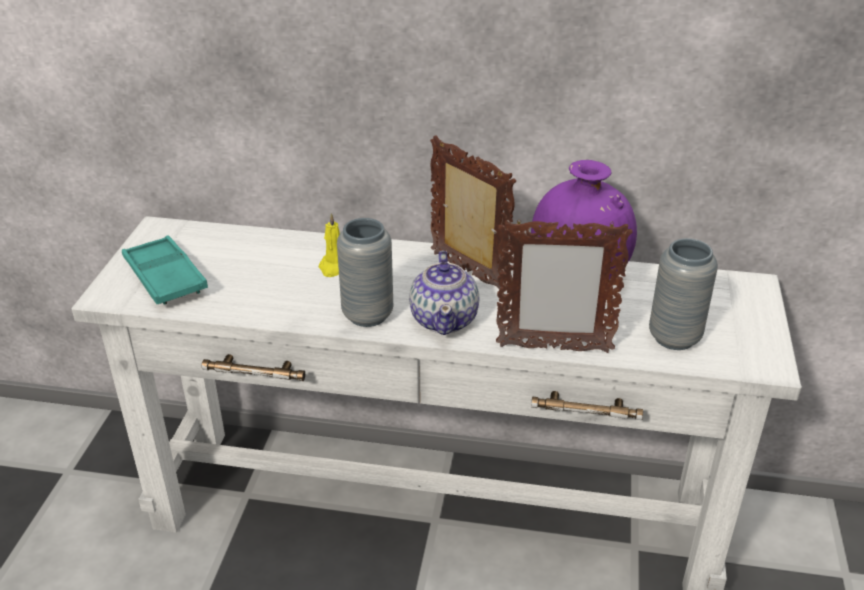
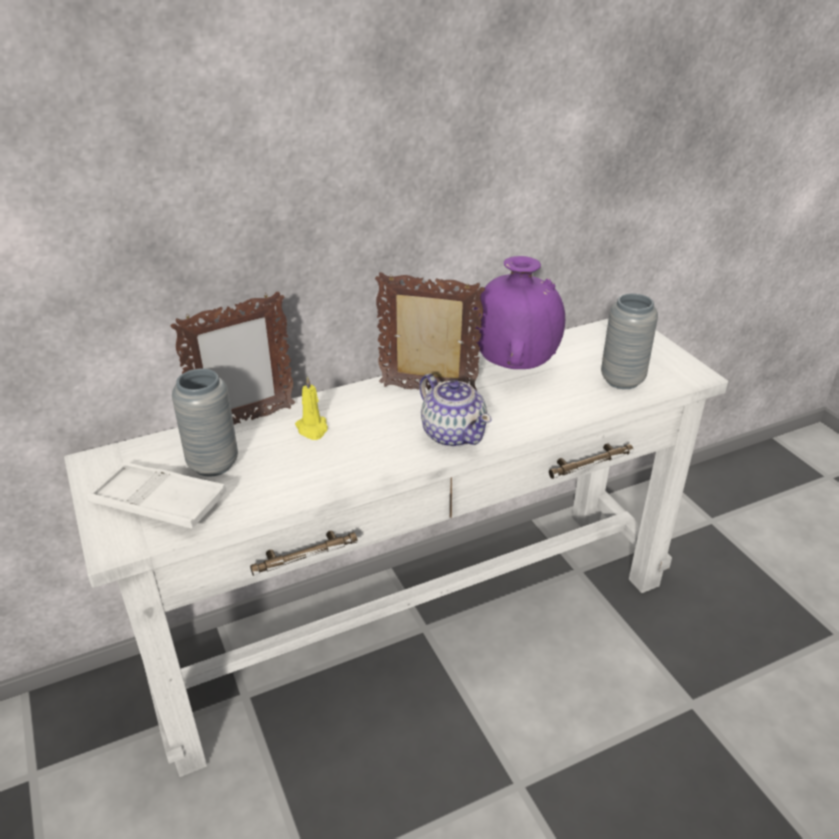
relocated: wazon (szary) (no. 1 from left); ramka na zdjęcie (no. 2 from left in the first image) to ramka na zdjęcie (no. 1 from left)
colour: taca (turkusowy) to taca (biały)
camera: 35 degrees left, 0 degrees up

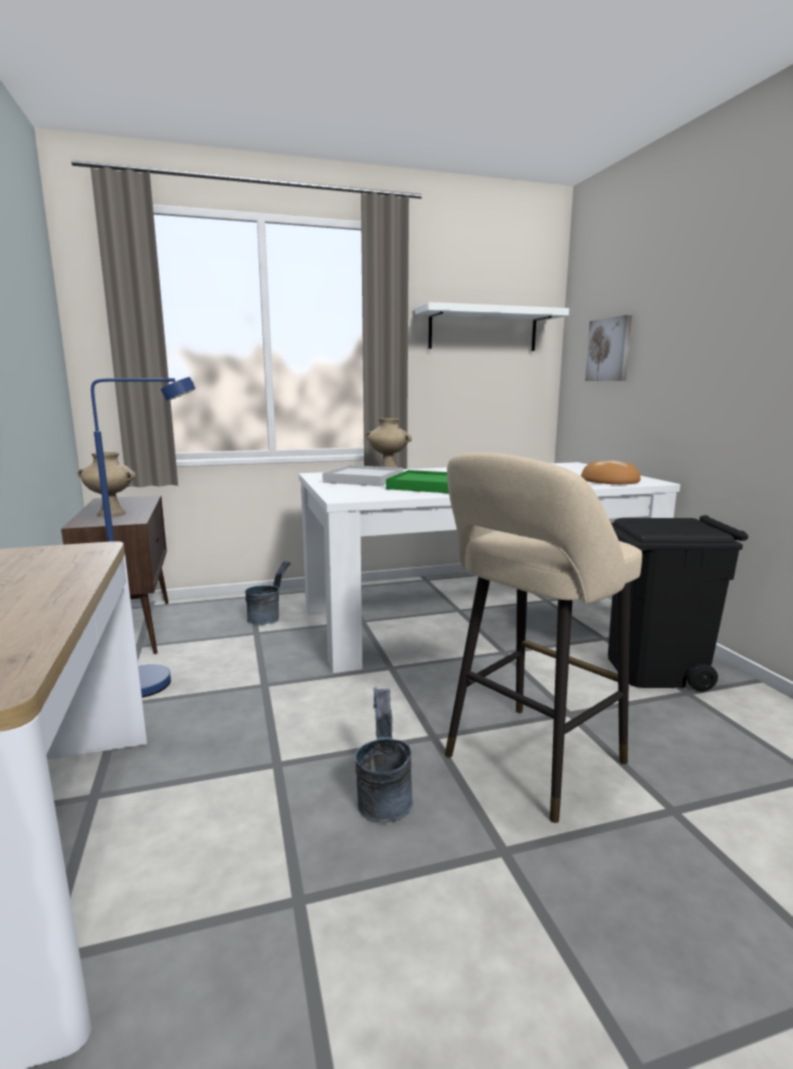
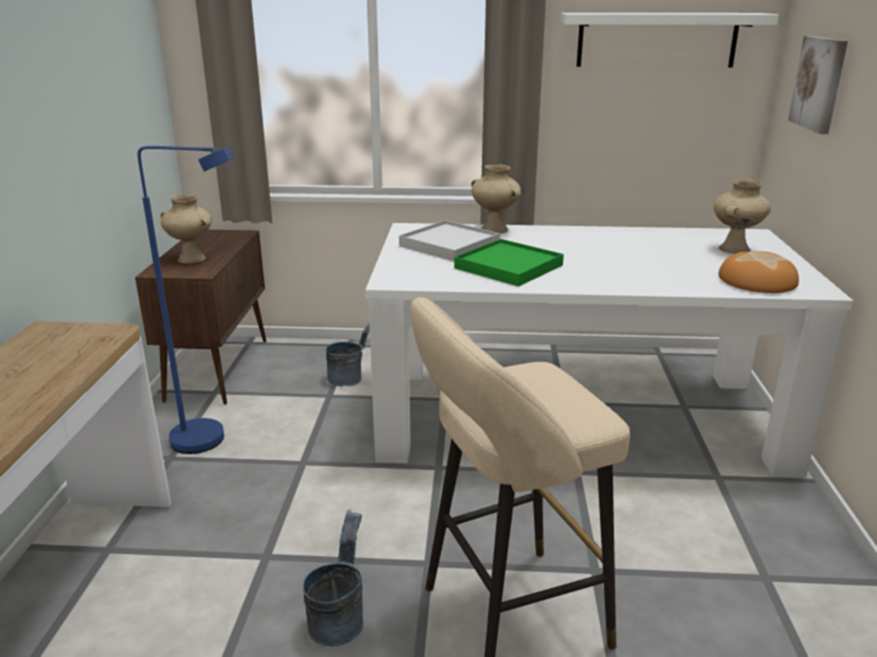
missing: kosz na śmieci (czarny)
appeared: wazon (beżowy) (no. 3 from left)
camera: 20 degrees right, 10 degrees up

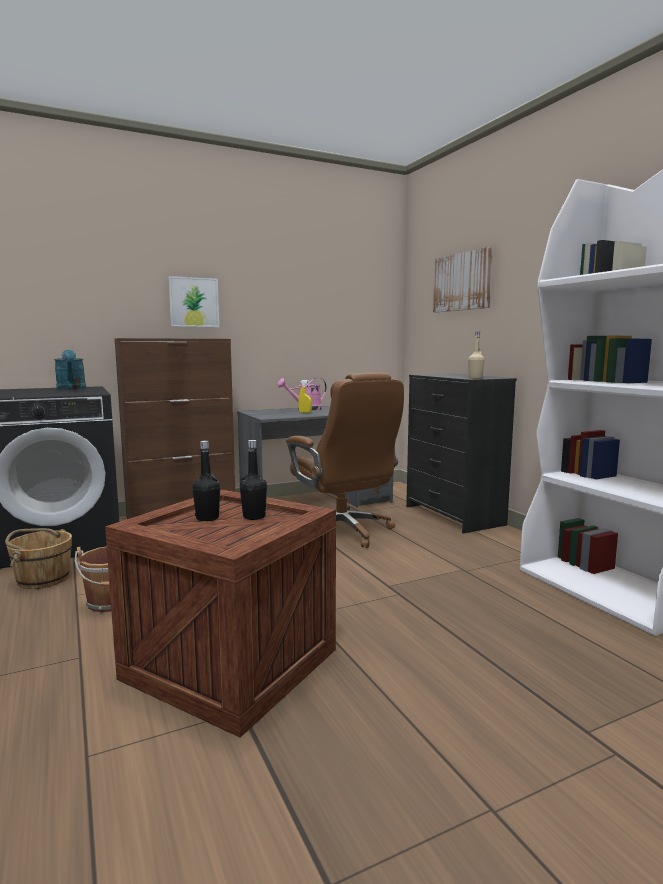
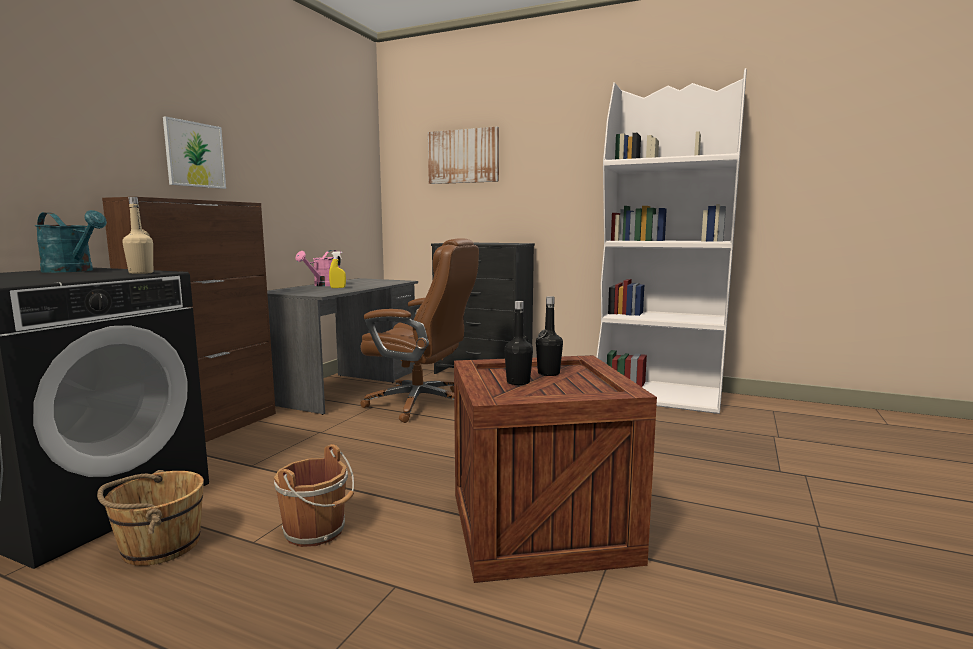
relocated: butelka (beżowy)
camera: 40 degrees left, 0 degrees up

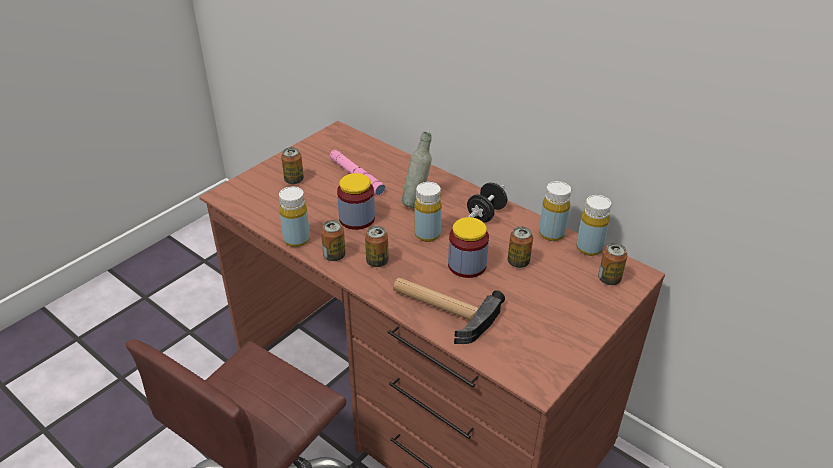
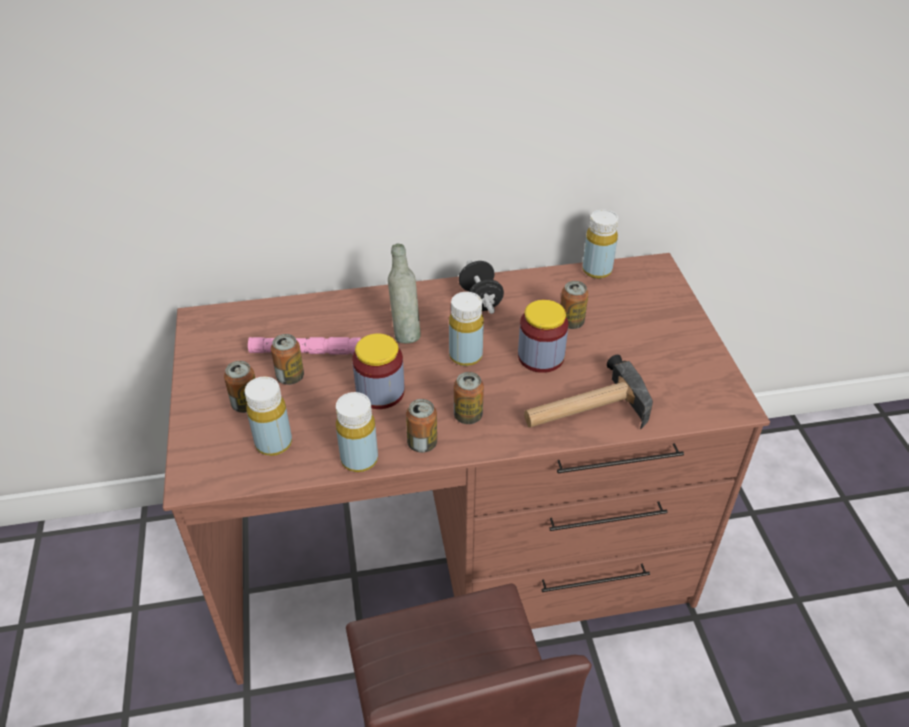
relocated: butelka (żółty) (no. 3 from left in the first image) to butelka (żółty) (no. 1 from left); puszka (no. 5 from left in the first image) to puszka (no. 2 from left)
camera: 50 degrees left, 5 degrees up

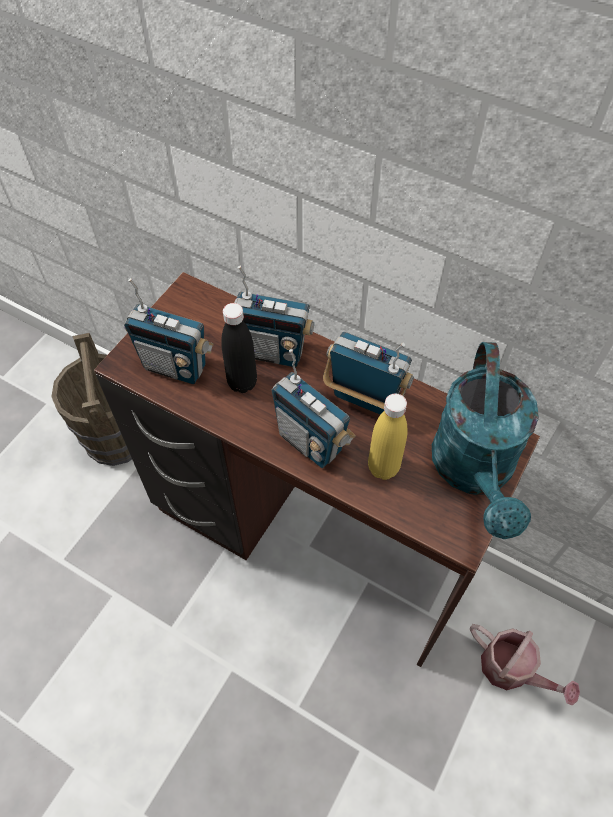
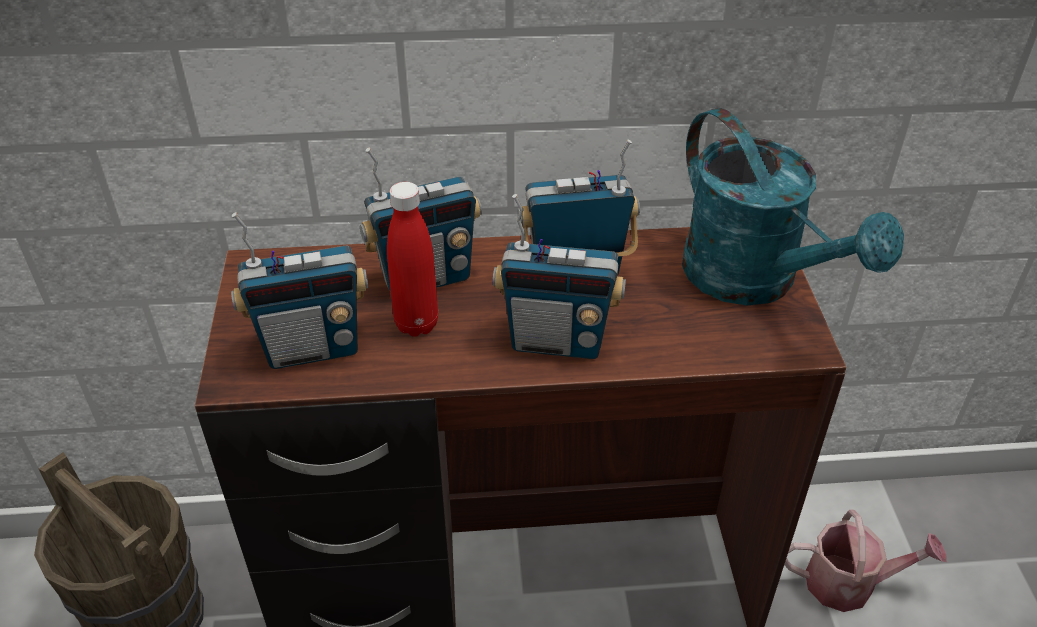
missing: butelka (żółty)
colour: butelka (czarny) to butelka (czerwony)
camera: 35 degrees left, 15 degrees down

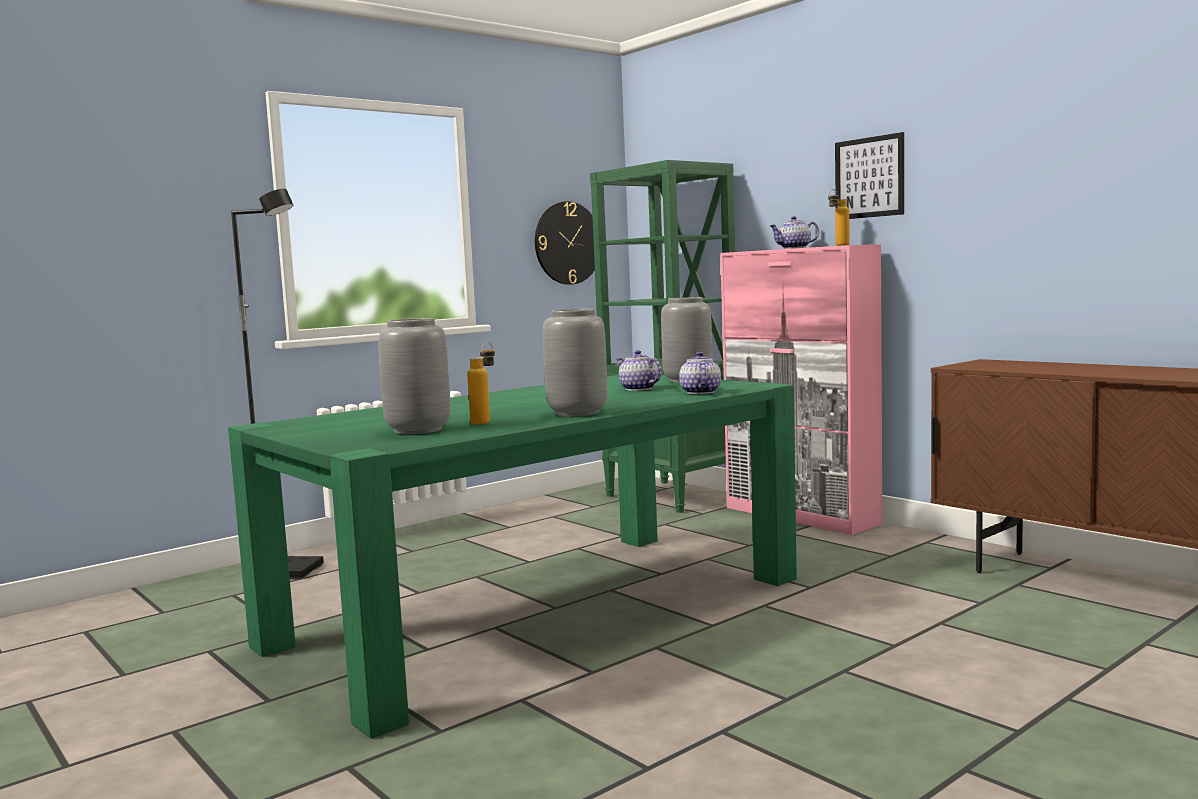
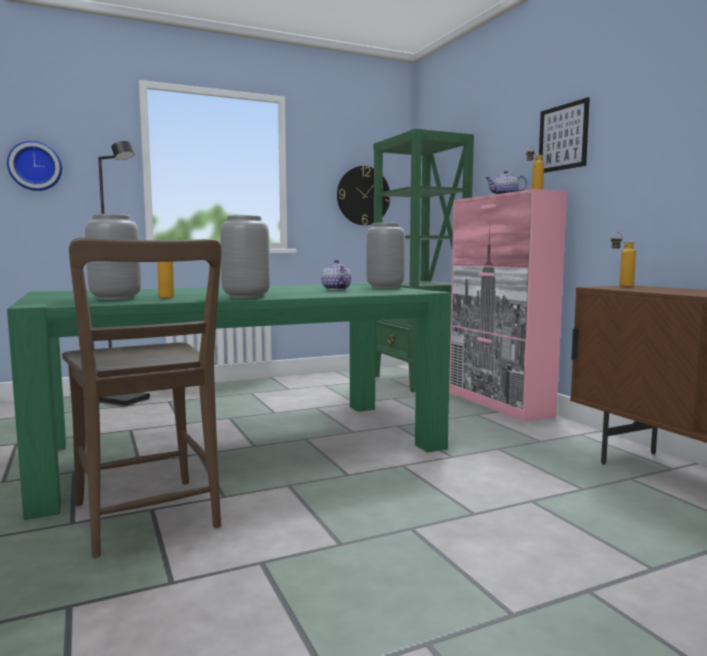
missing: imbryk (no. 2 from left)
appeared: zegar ścienny (no. 1 from left); krzesło (brązowy); butelka (no. 3 from left)
camera: 15 degrees right, 0 degrees up

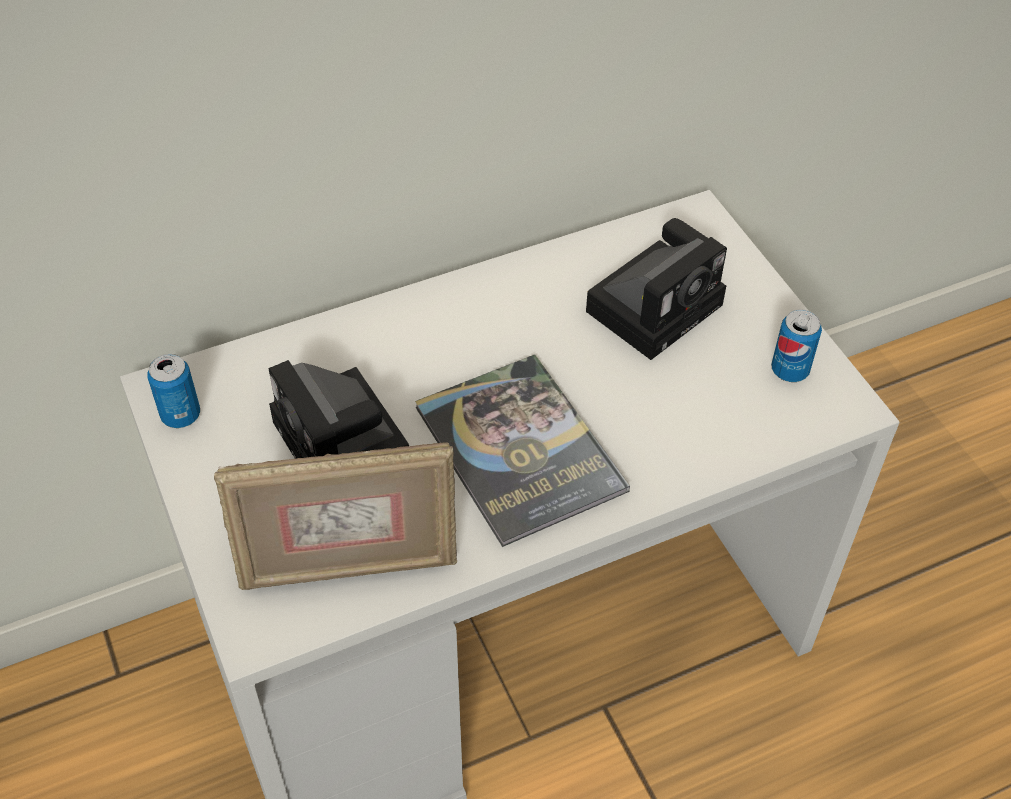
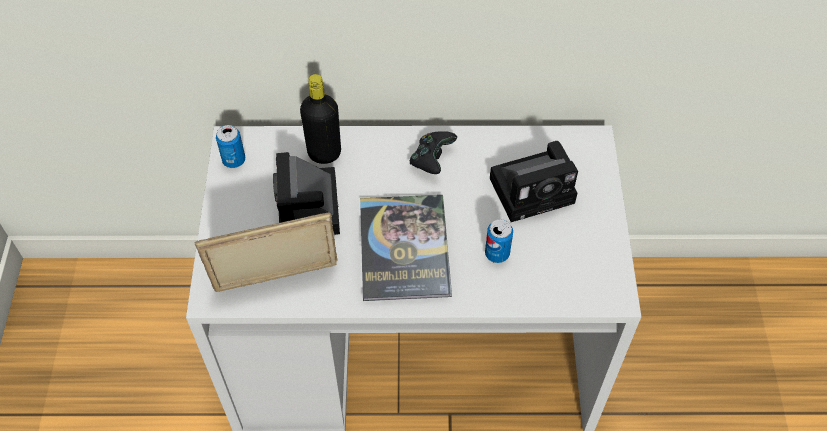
appeared: butelka (czarny); pad do gier (czarny)
relocated: puszka (no. 2 from left)
spun: ramka na zdjęcie 150 degrees clockwise
camera: 25 degrees right, 5 degrees up

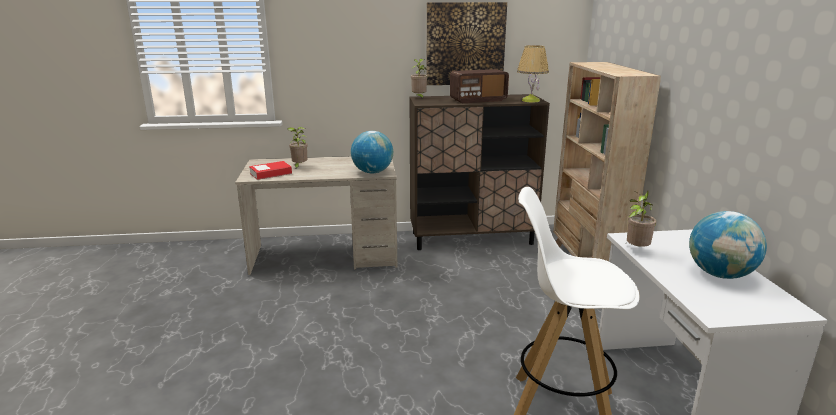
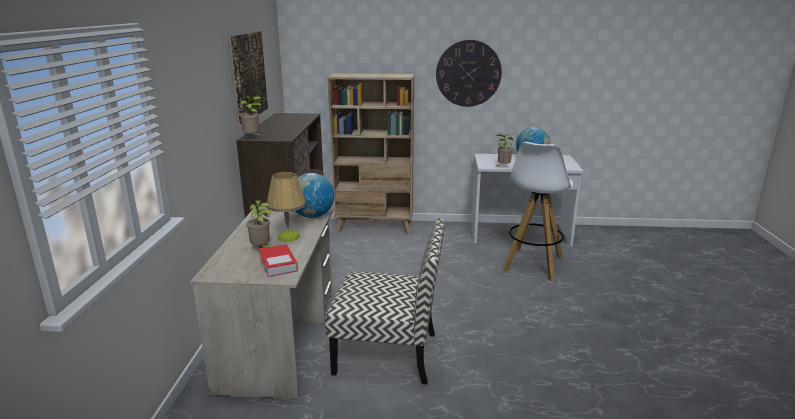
missing: radio
appeared: krzesło; zegar ścienny
relocated: lampa stołowa
camera: 80 degrees left, 0 degrees up

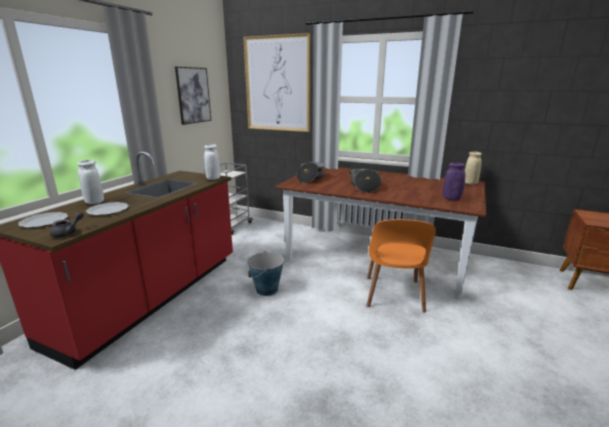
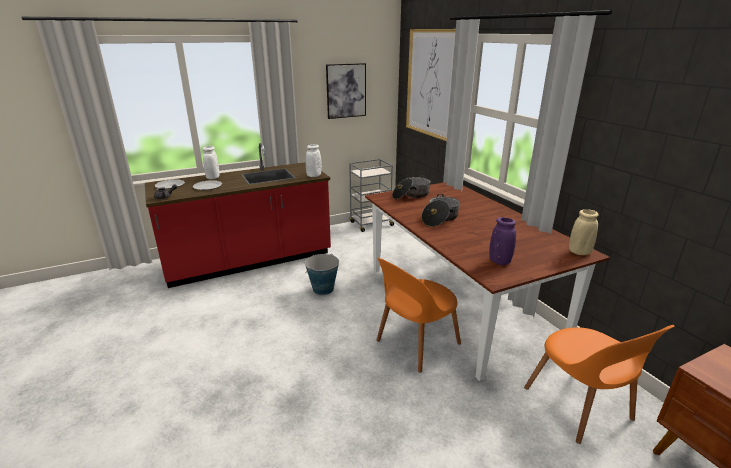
appeared: krzesło (pomarańczowy) (no. 2 from left)
camera: 40 degrees right, 5 degrees up

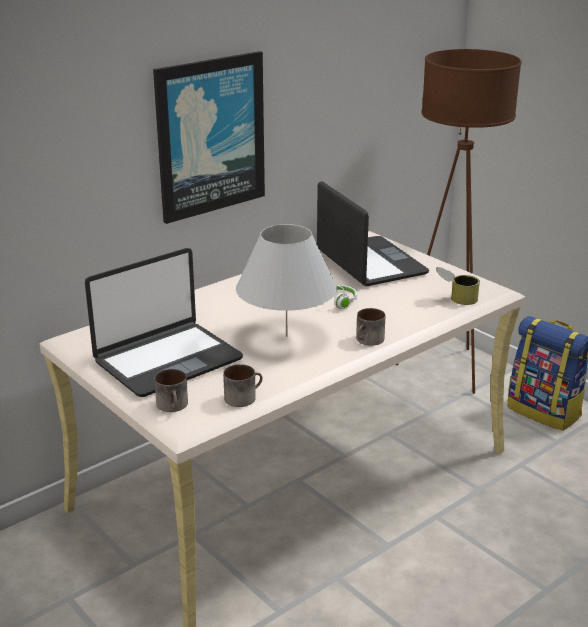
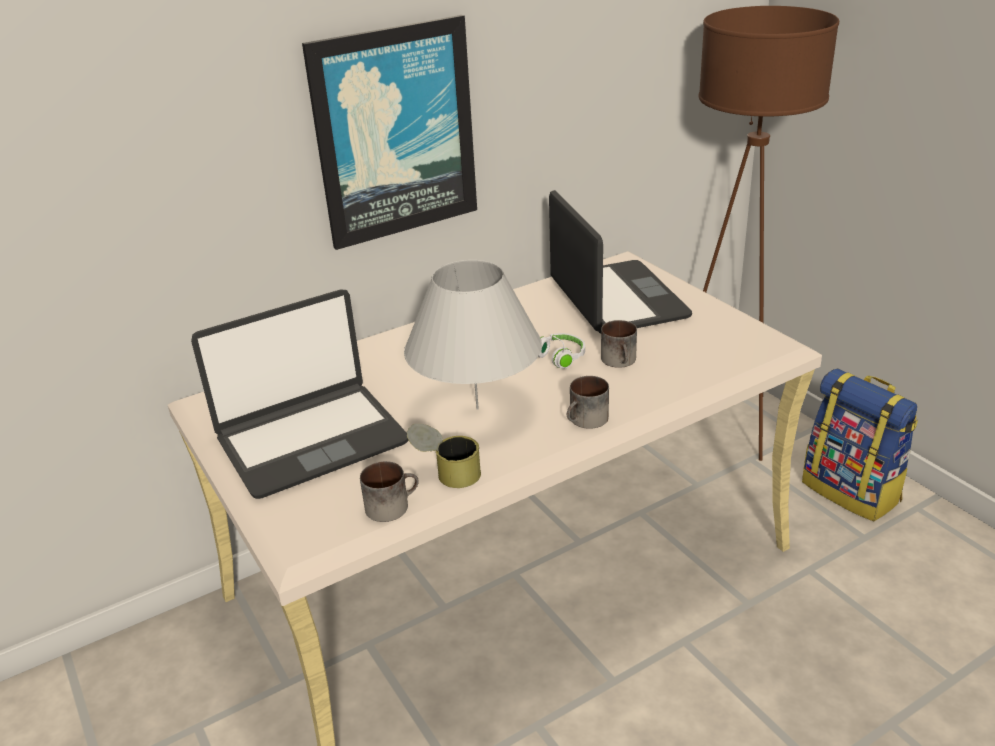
relocated: kubek (no. 1 from left in the first image) to kubek (no. 3 from left); puszka
camera: 10 degrees right, 5 degrees up

